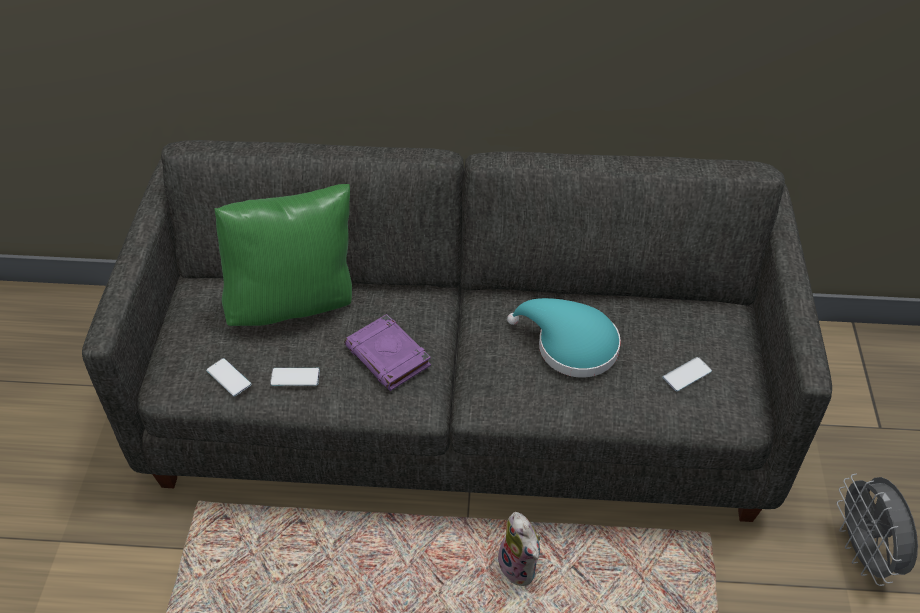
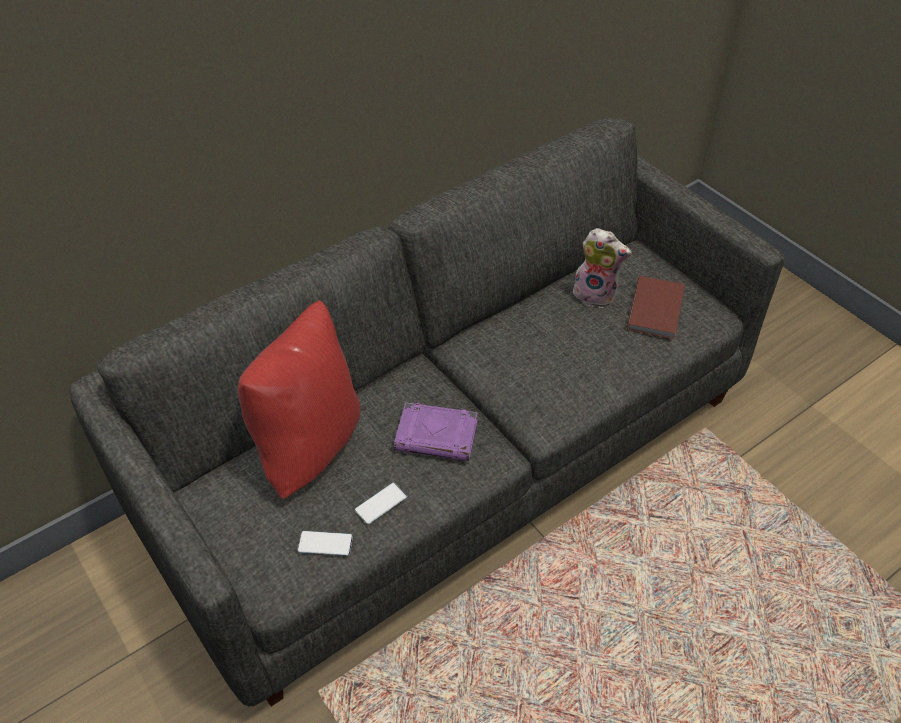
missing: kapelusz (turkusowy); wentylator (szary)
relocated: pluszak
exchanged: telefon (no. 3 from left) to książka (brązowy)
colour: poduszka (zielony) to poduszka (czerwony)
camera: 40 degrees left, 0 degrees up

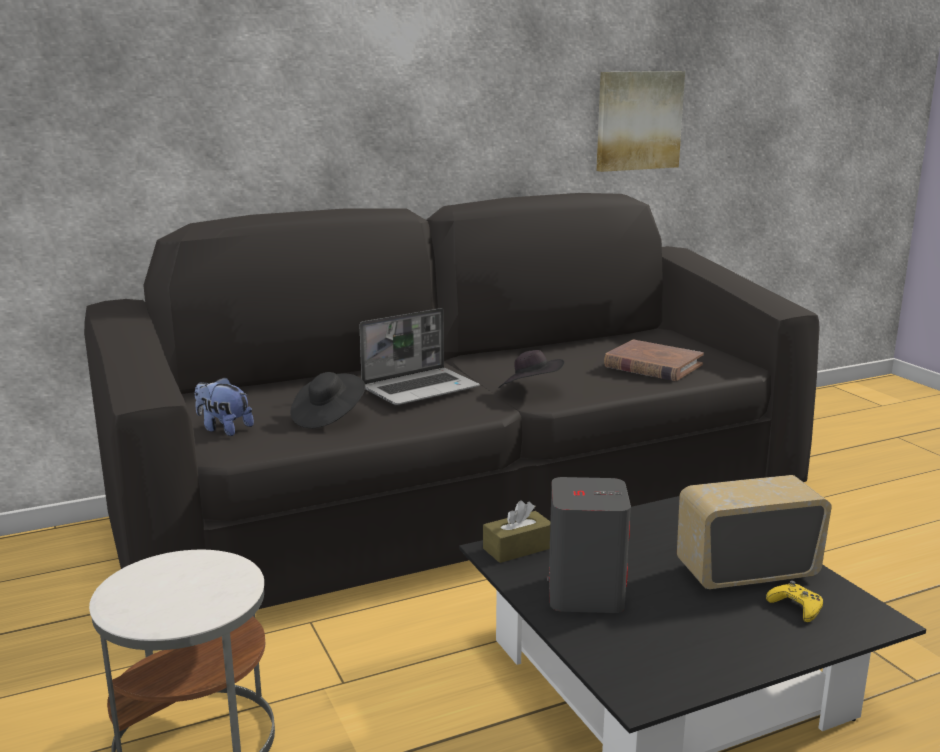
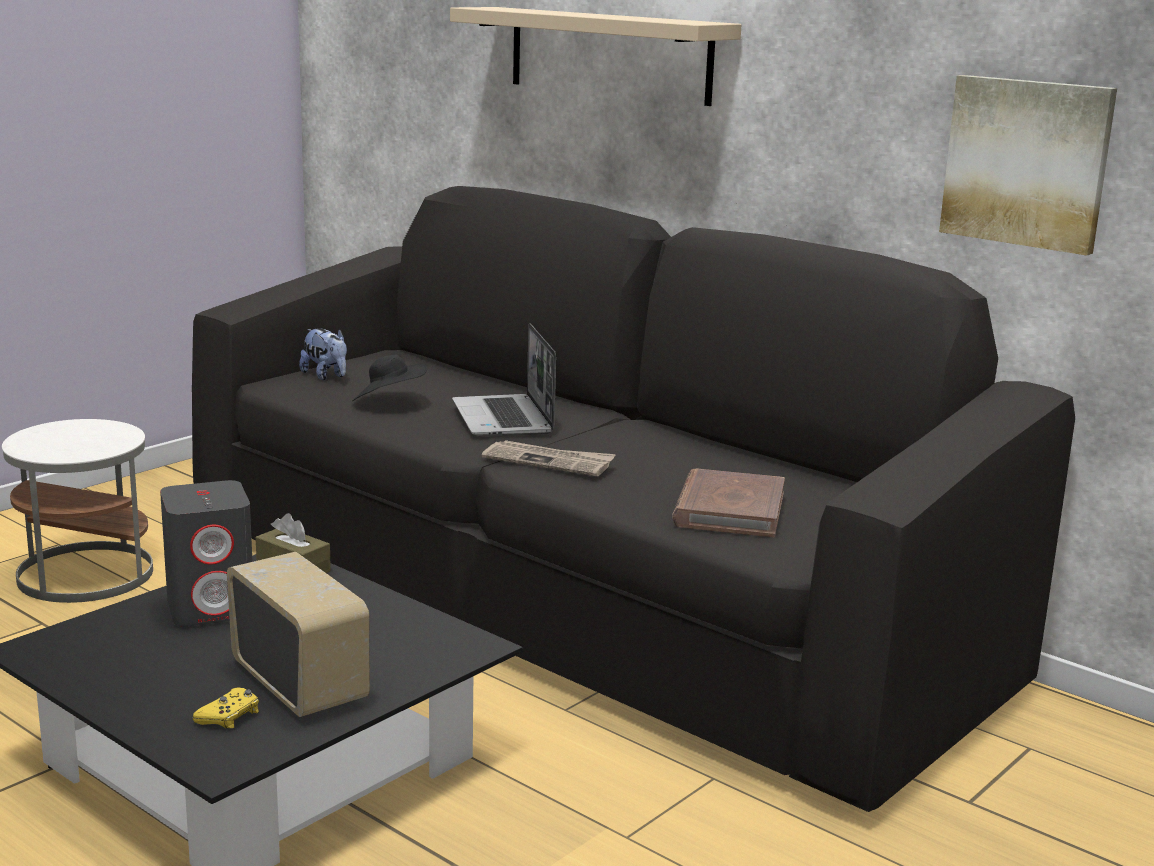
appeared: półka (beżowy)
exchanged: kapelusz (czarny) (no. 2 from left) to gazeta
spun: pluszak 135 degrees clockwise; laptop 45 degrees clockwise
camera: 65 degrees right, 0 degrees up

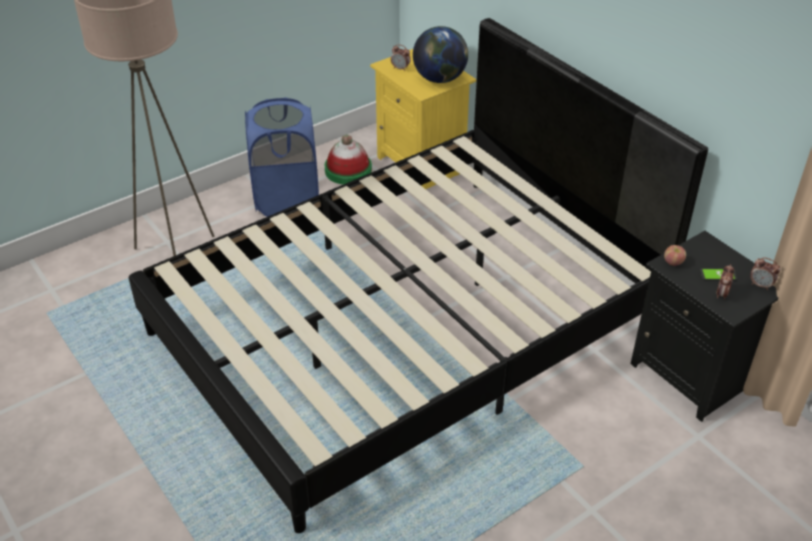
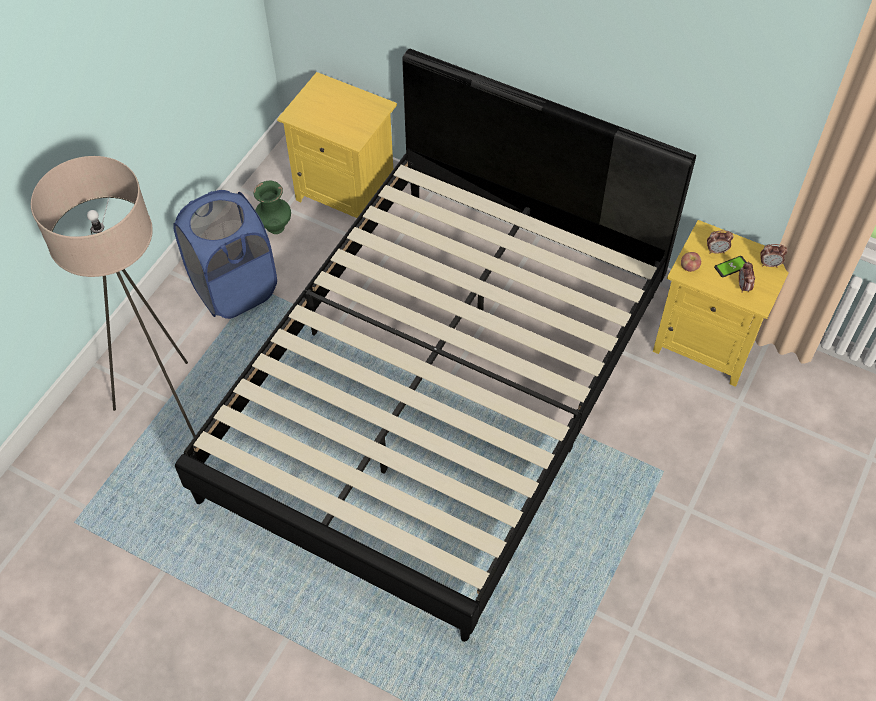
missing: globus
relocated: budzik (no. 1 from left)
exchanged: kapelusz to wazon (zielony)
colour: szafka nocna (czarny) to szafka nocna (żółty) (no. 2 from left)
camera: 25 degrees left, 15 degrees up

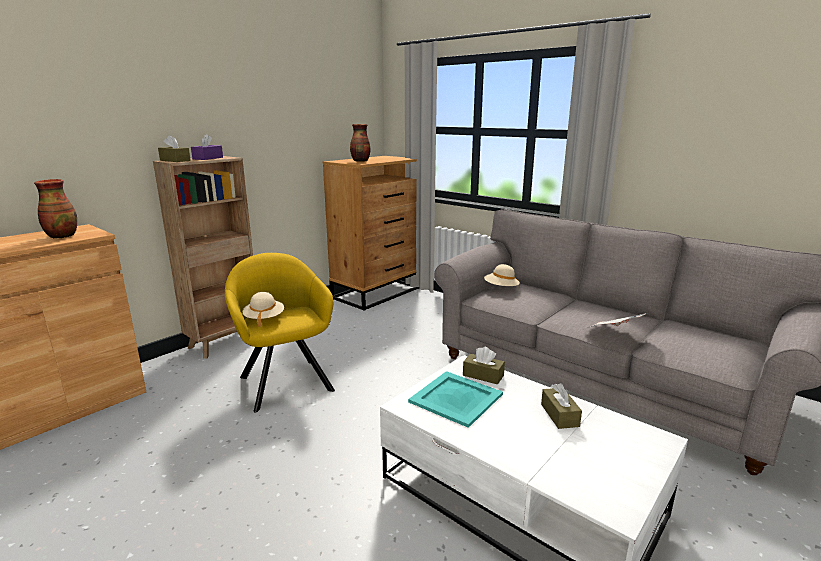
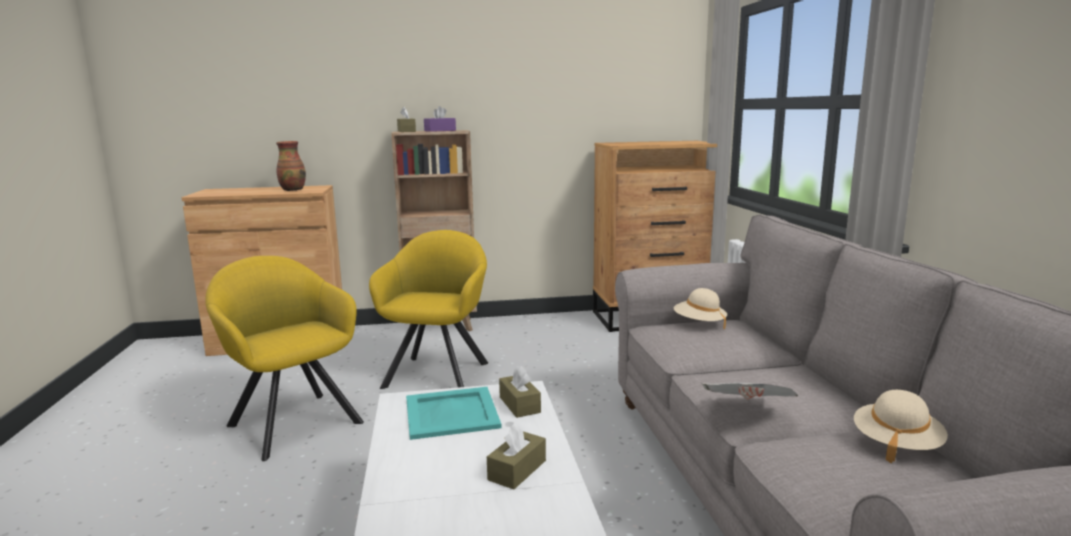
missing: wazon (no. 2 from left)
appeared: fotel (żółty) (no. 1 from left)
relocated: kapelusz (beżowy) (no. 1 from left in the first image) to kapelusz (beżowy) (no. 2 from left)
camera: 40 degrees right, 5 degrees down

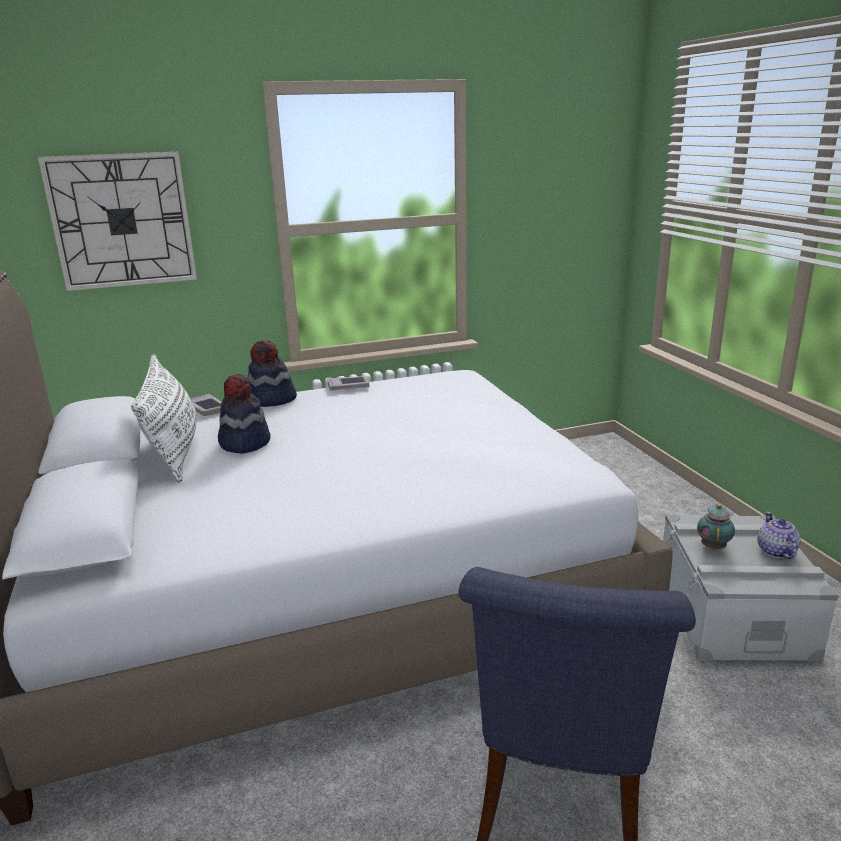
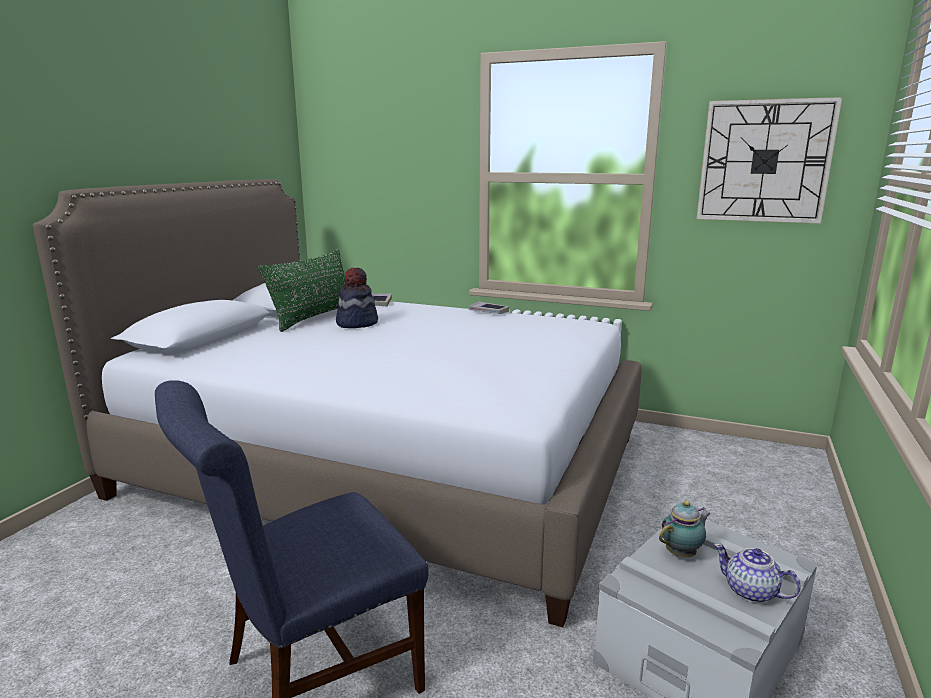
missing: kapelusz (no. 2 from left)
relocated: zegar ścienny
colour: poduszka (biały) to poduszka (zielony)
spun: imbryk (no. 2 from left) 90 degrees counterclockwise
camera: 40 degrees right, 5 degrees down

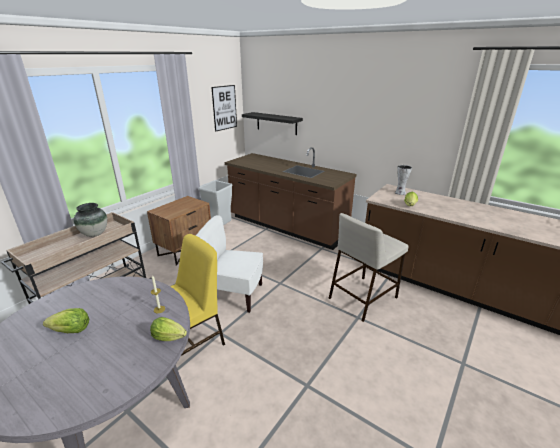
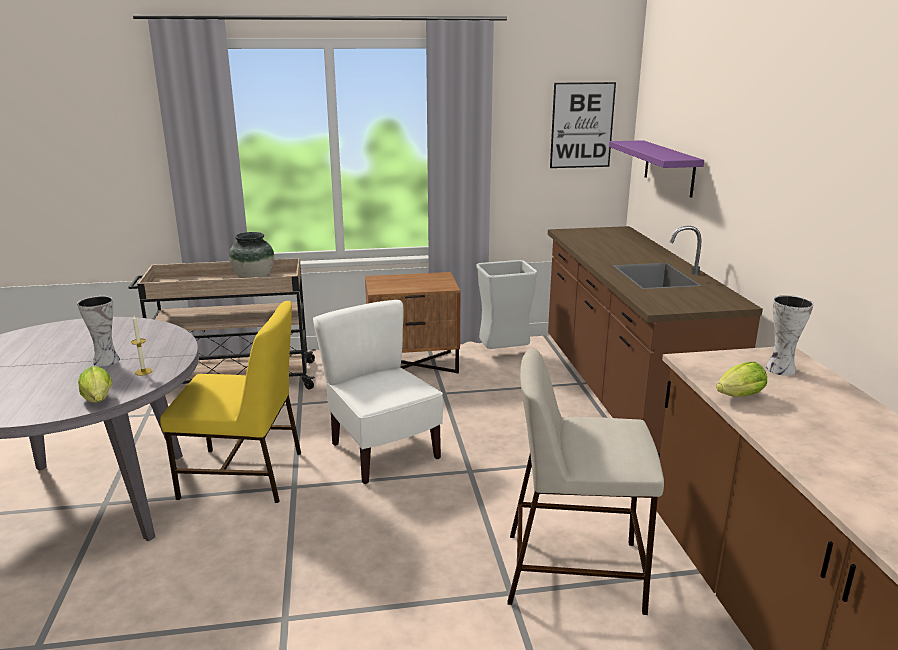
missing: sałata (no. 1 from left)
appeared: wazon (no. 1 from left)
colour: półka (czarny) to półka (fioletowy)
camera: 45 degrees right, 5 degrees down

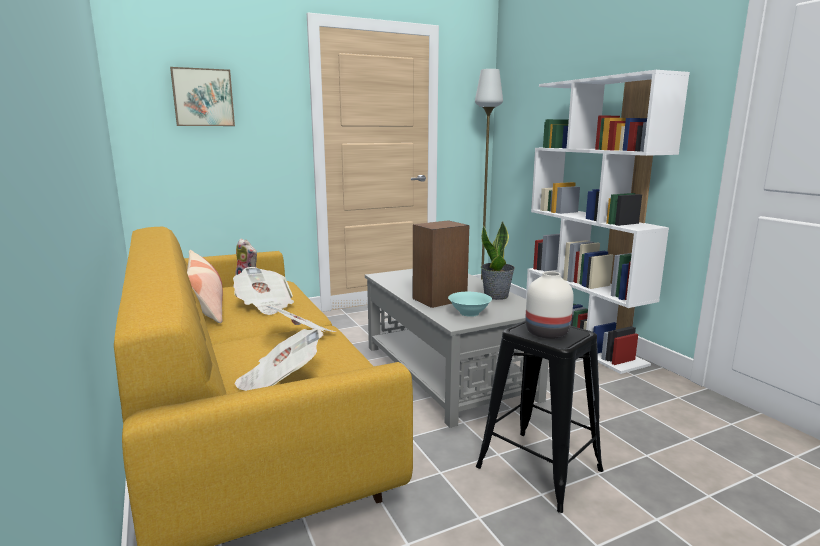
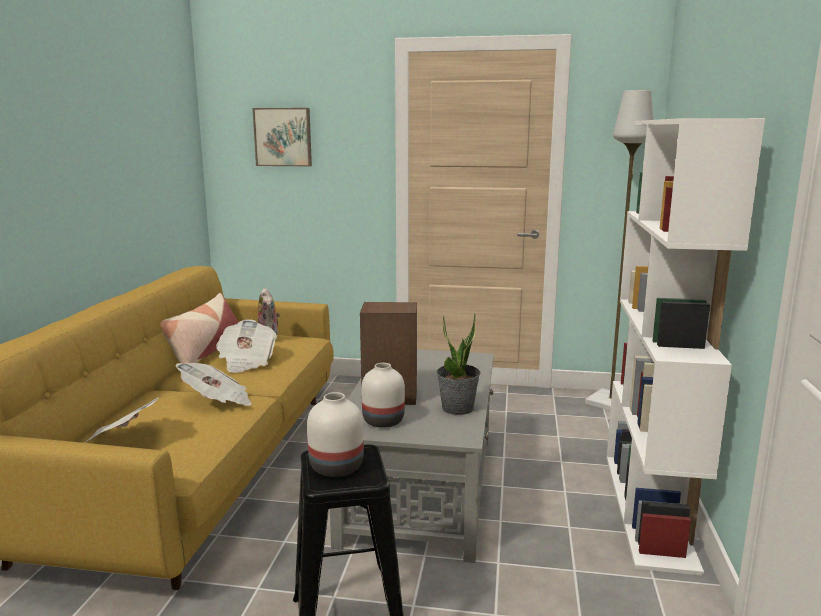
exchanged: miska (turkusowy) to wazon (biały) (no. 2 from left)
camera: 35 degrees right, 0 degrees up

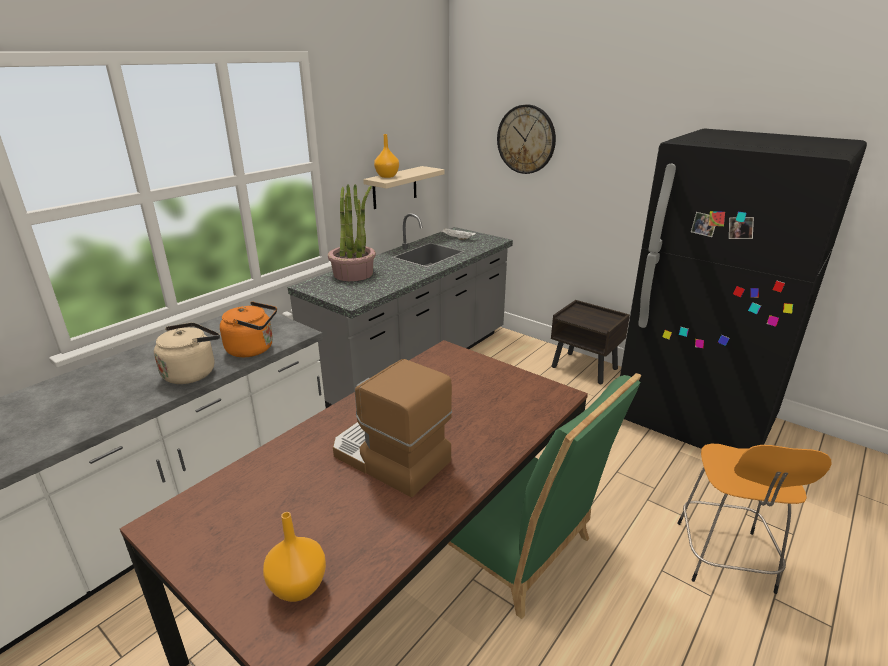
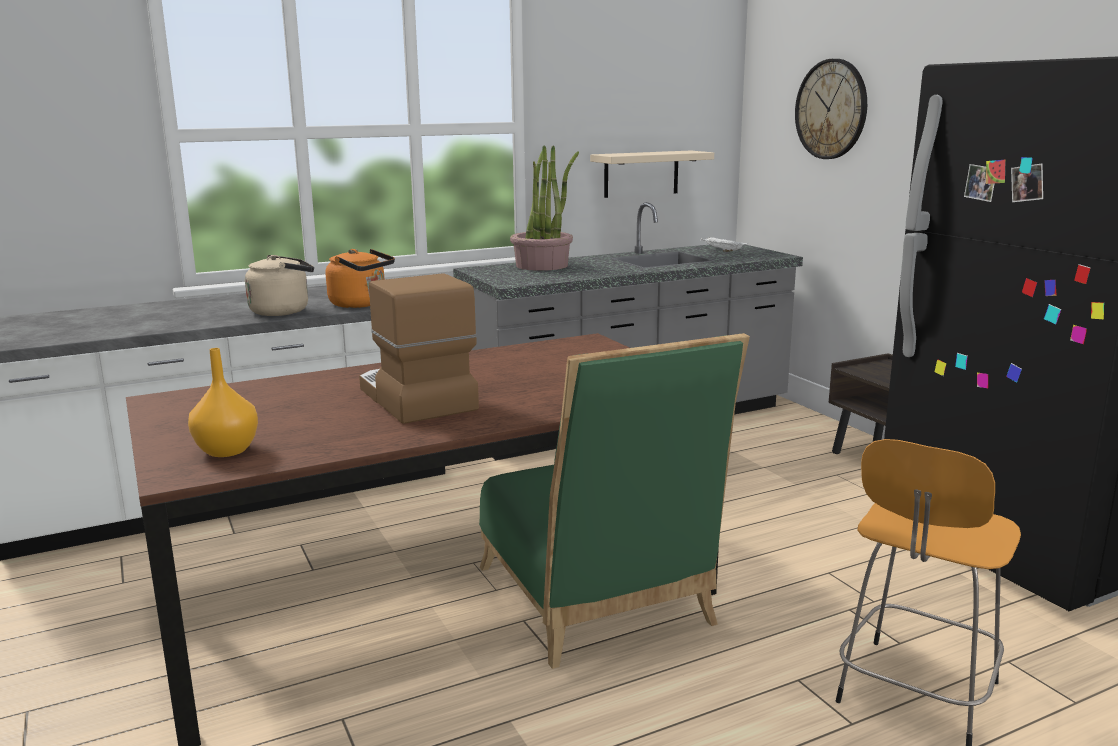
missing: wazon (pomarańczowy) (no. 2 from left)
camera: 25 degrees right, 10 degrees down

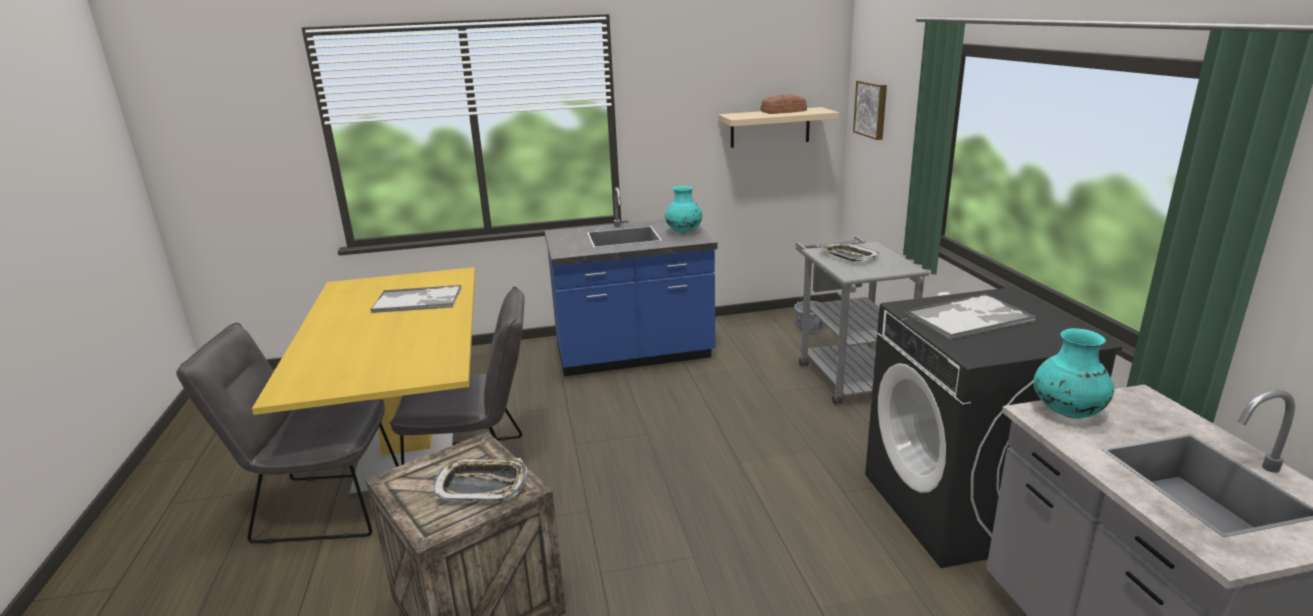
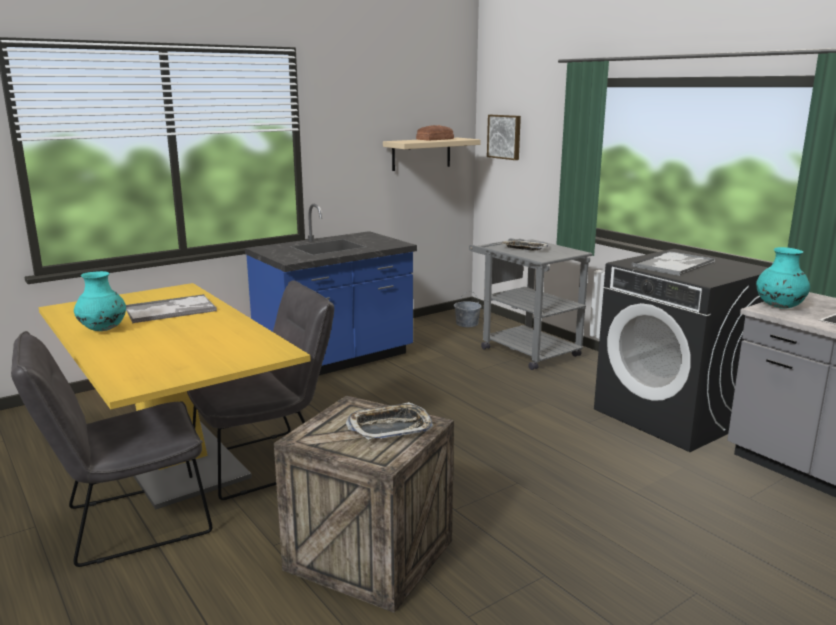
relocated: wazon (turkusowy) (no. 1 from left)
camera: 25 degrees left, 5 degrees down

